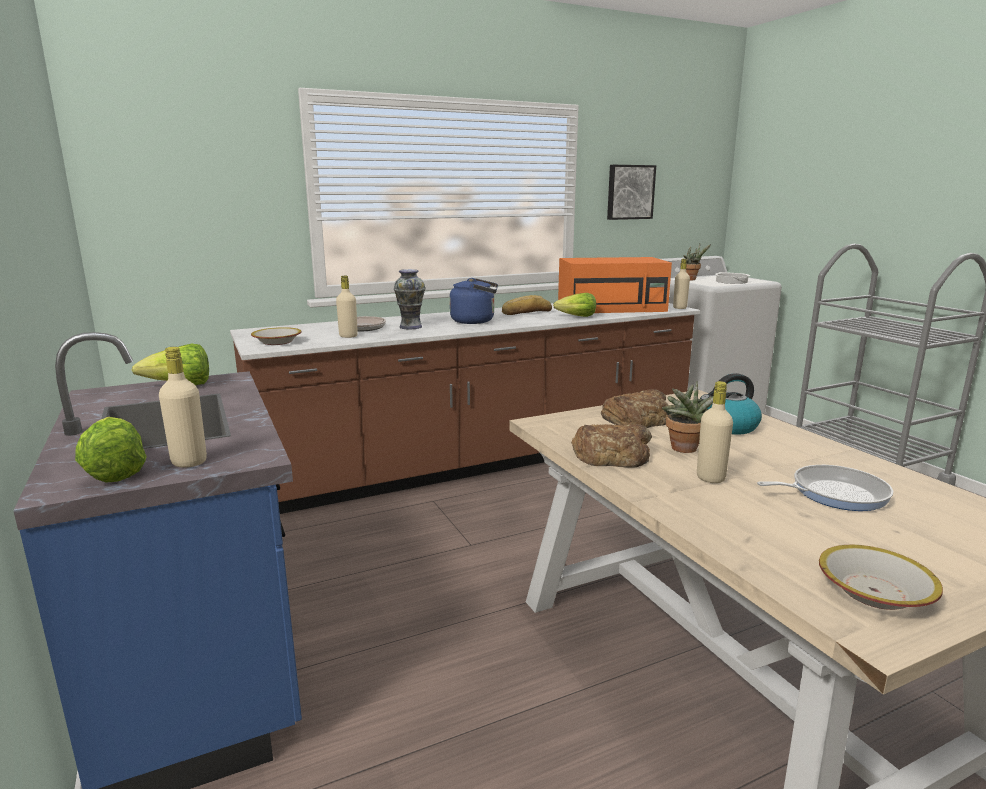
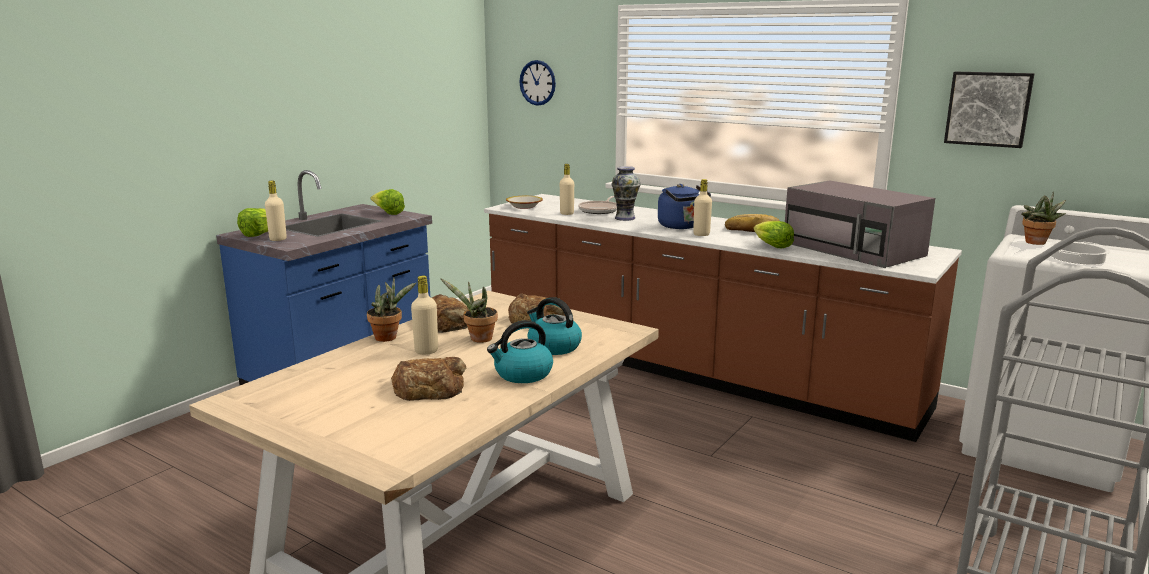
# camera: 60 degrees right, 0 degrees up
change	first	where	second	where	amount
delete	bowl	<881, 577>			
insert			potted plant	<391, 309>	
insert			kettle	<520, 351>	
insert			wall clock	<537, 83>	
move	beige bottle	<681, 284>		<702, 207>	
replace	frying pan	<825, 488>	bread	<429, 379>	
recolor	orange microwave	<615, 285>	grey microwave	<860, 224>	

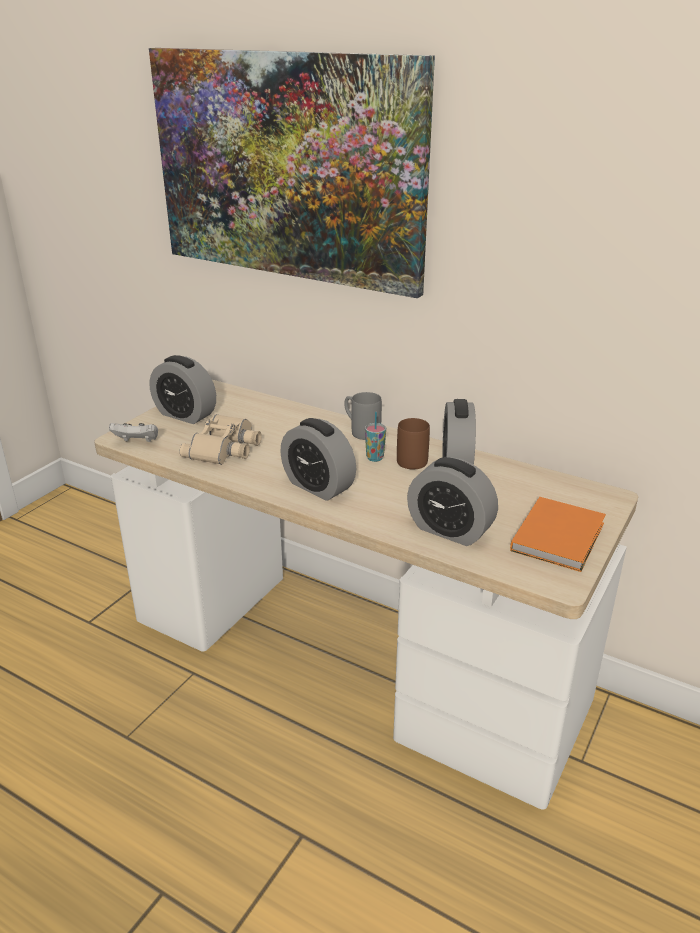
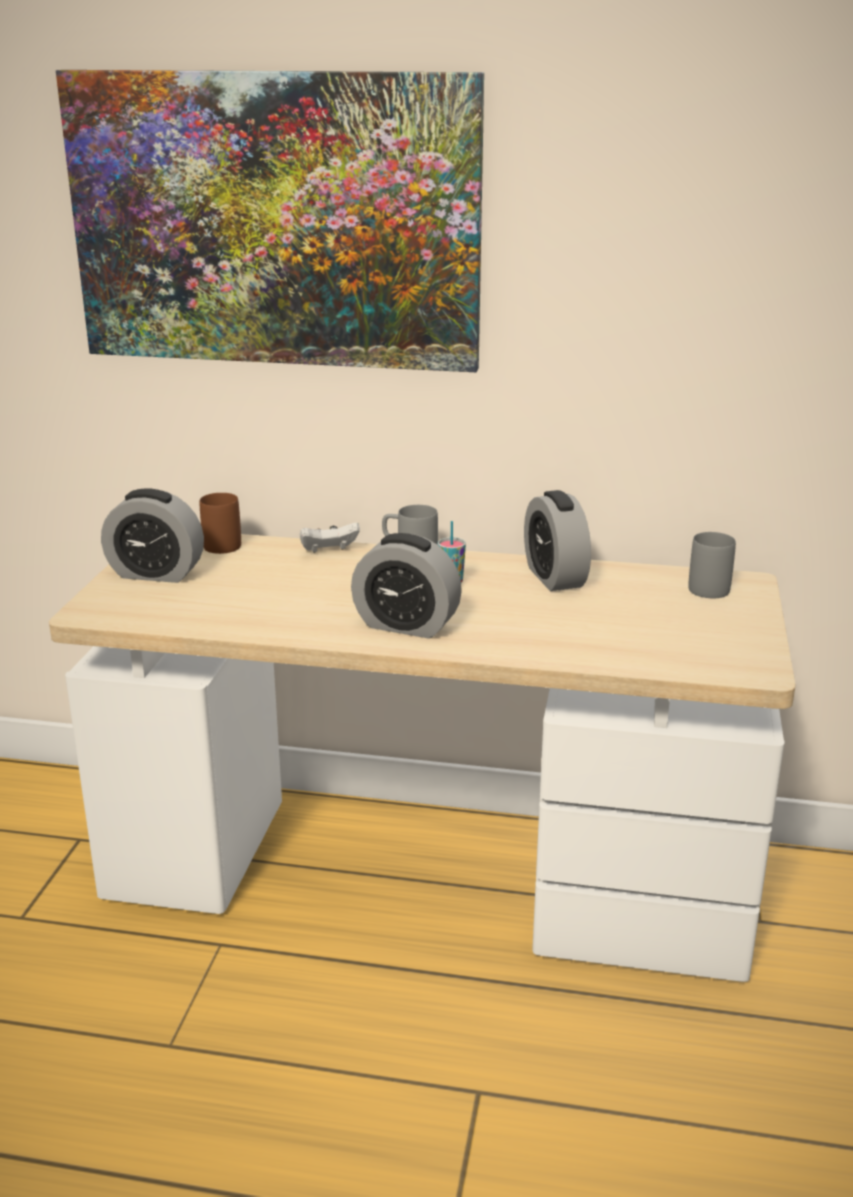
# camera: 20 degrees left, 5 degrees down
change	first	where	second	where	amount
delete	beige binoculars	<220, 439>			
delete	alarm clock	<452, 501>			
delete	orange book	<558, 534>			
insert			grey mug	<712, 565>	
move	white game controller	<133, 432>		<330, 538>	
move	brown mug	<413, 443>		<220, 523>	

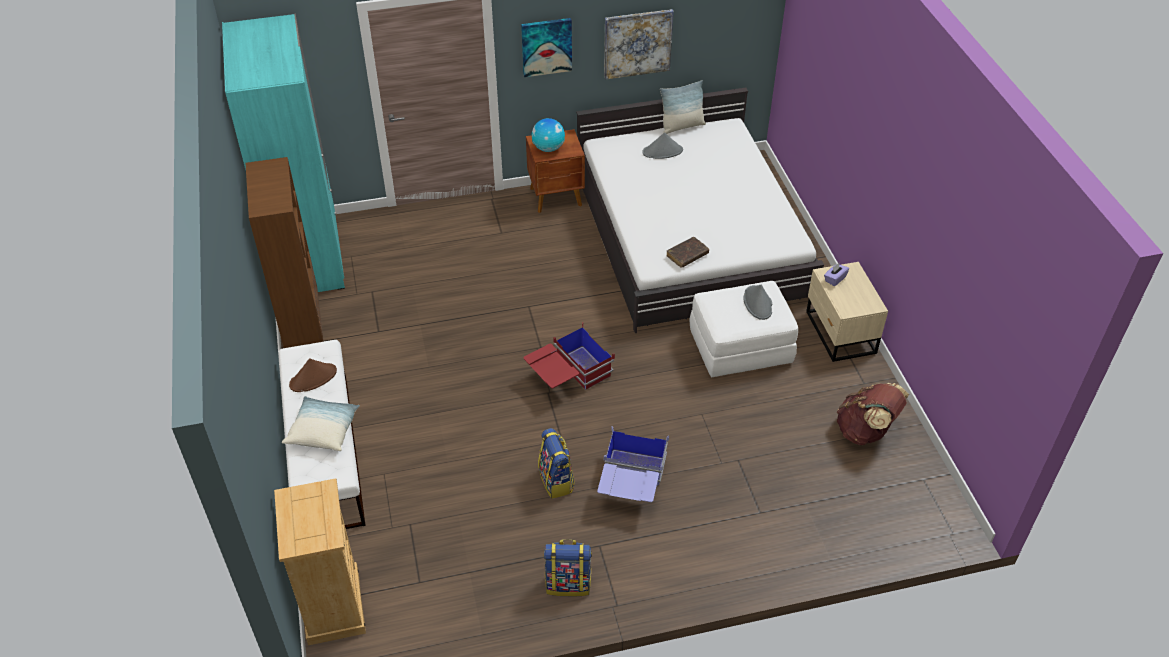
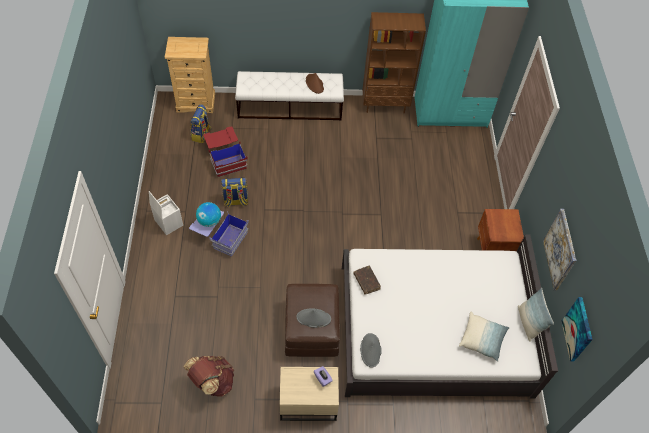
# camera: 100 degrees right, 10 degrees up
change	first	where	second	where	amount
insert			white storage box	<166, 213>	
move	pillow	<321, 423>		<484, 336>	
move	picture	<546, 47>		<577, 329>	
move	red storage box	<569, 356>		<225, 151>	
move	globe	<548, 135>		<208, 214>	
move	backpack	<568, 568>		<201, 124>	
move	grey hat	<662, 145>		<371, 350>	
recolor	white ottoman	<743, 329>	brown ottoman	<312, 320>	

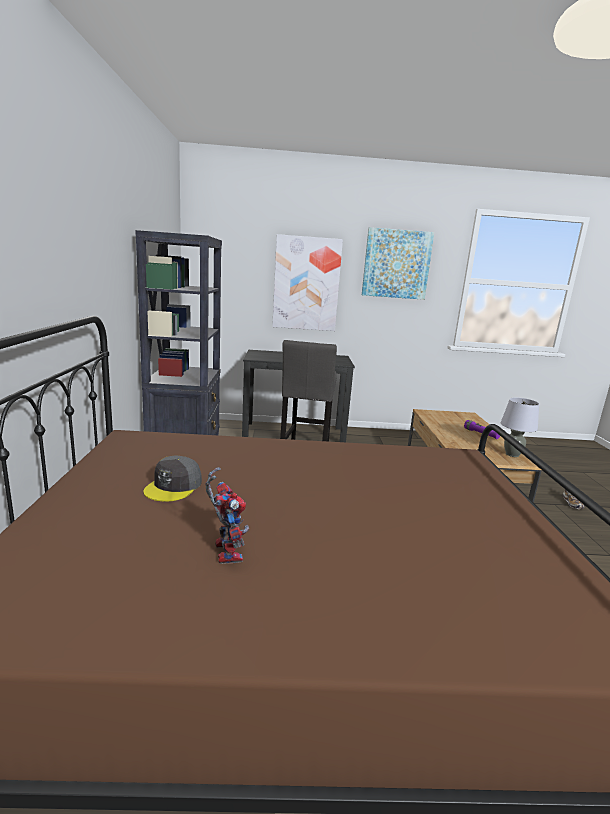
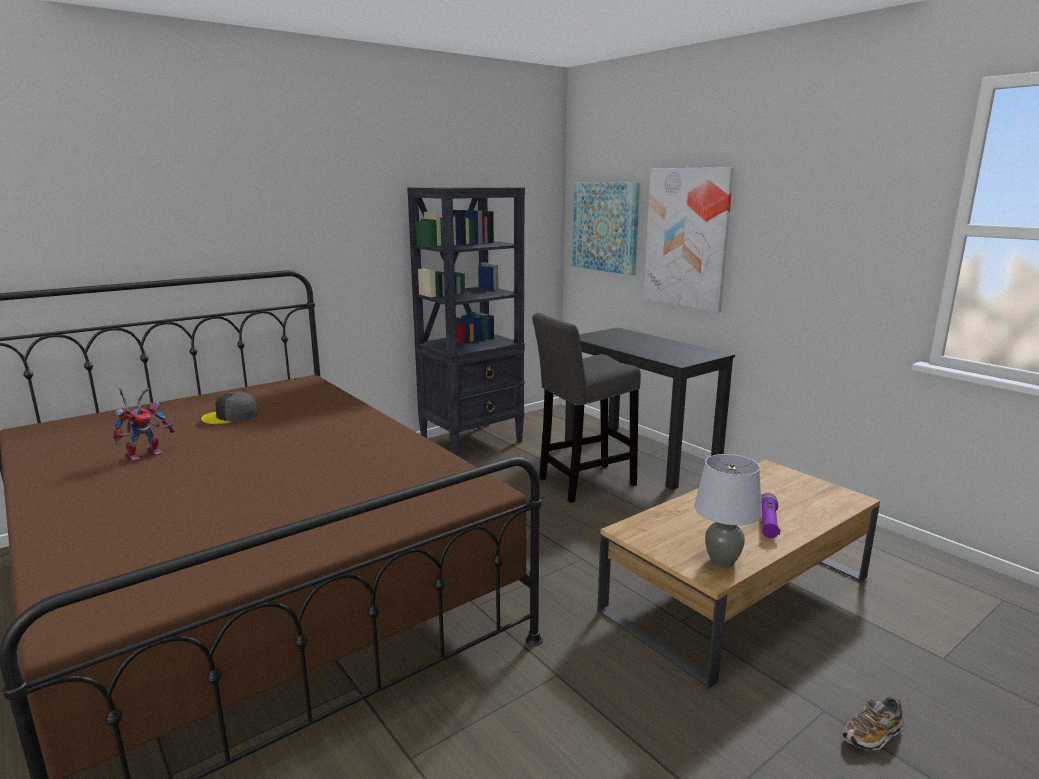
# camera: 55 degrees right, 0 degrees up
change	first	where	second	where	amount
move	picture	<398, 263>		<606, 228>	

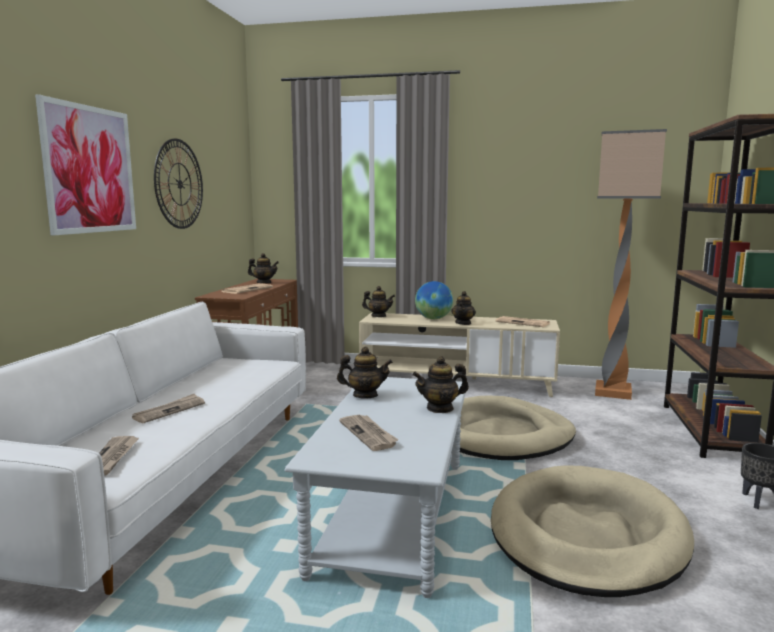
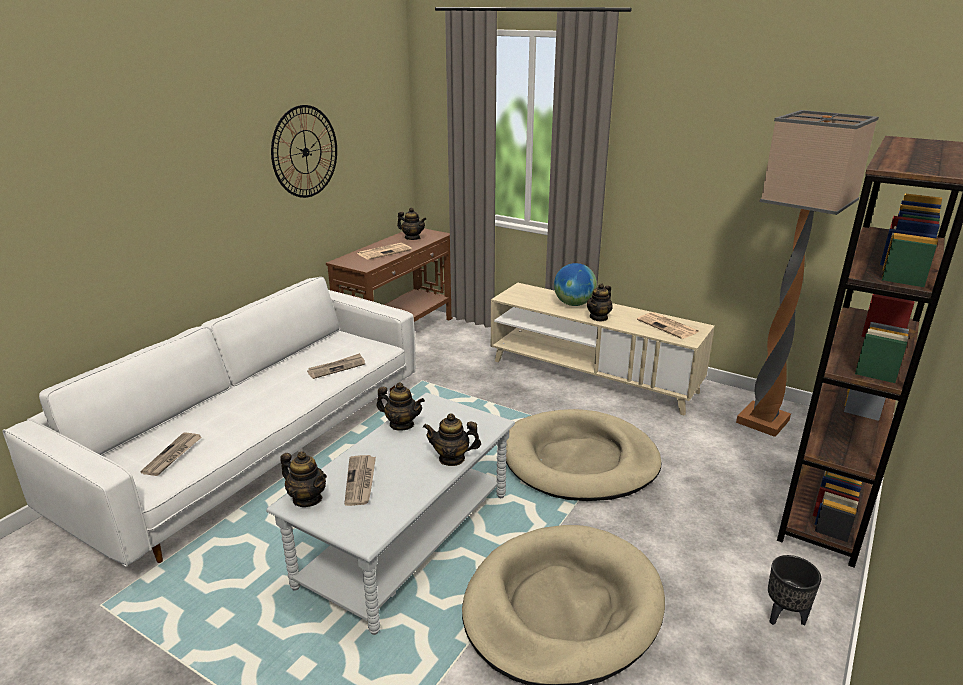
# camera: 20 degrees right, 15 degrees up
change	first	where	second	where	amount
delete	picture	<85, 164>			
move	newspaper	<168, 408>		<336, 366>	
move	teapot	<378, 301>		<303, 479>	

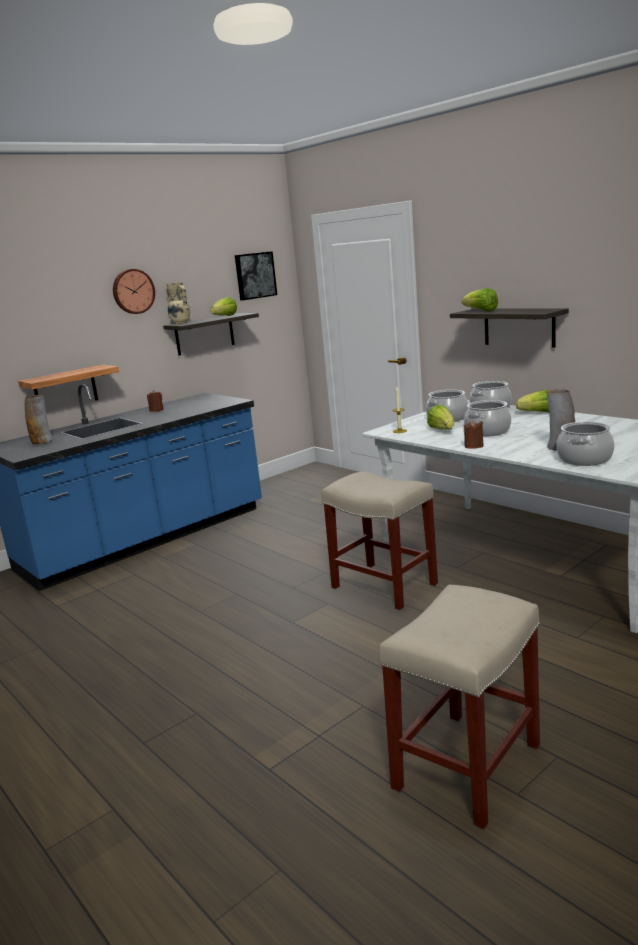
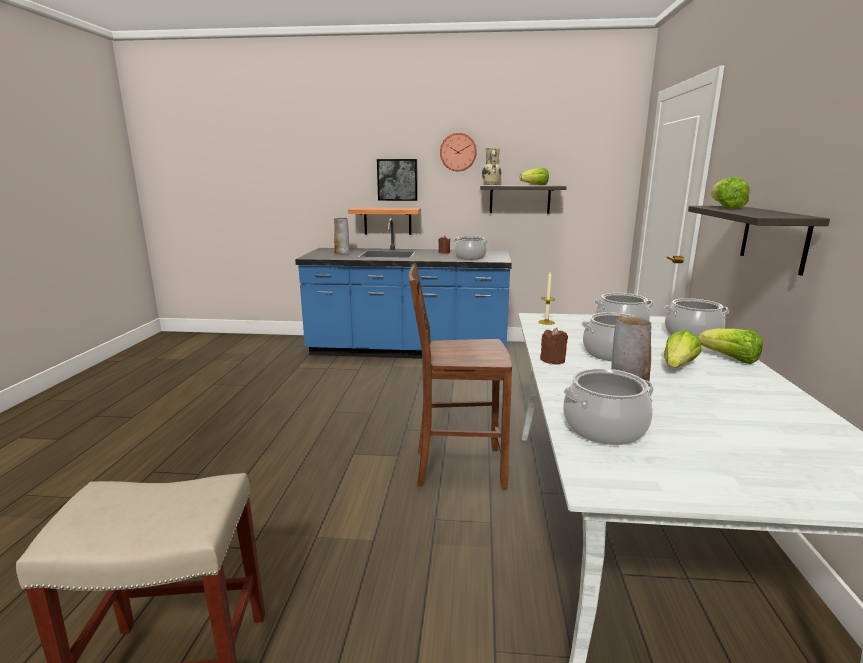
# camera: 45 degrees right, 0 degrees up
change	first	where	second	where	amount
insert			cooking pot	<470, 248>	
move	picture	<256, 275>		<397, 180>	
move	lettuce	<440, 417>		<683, 349>	
replace	beige stool	<380, 540>	brown chair	<460, 376>	

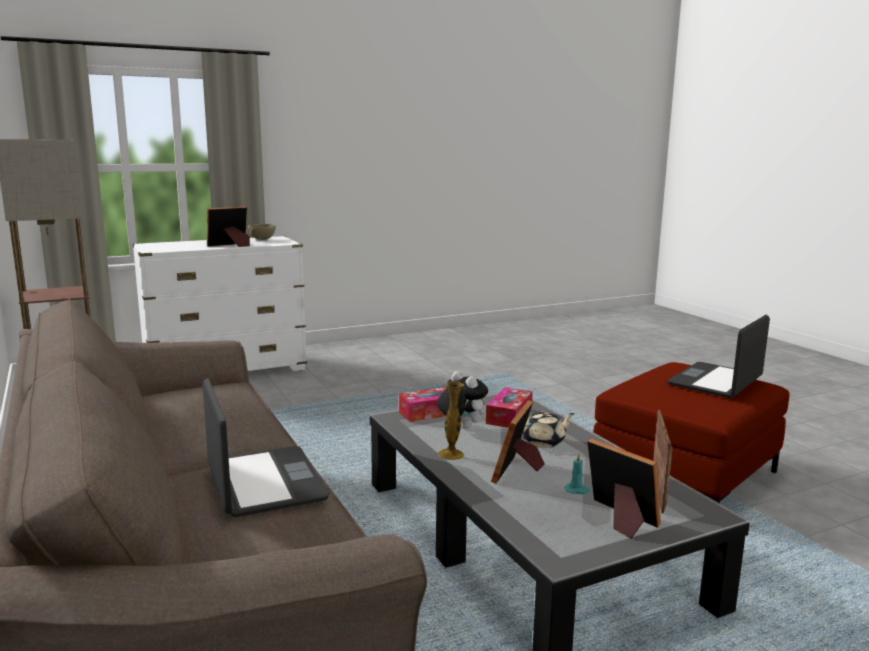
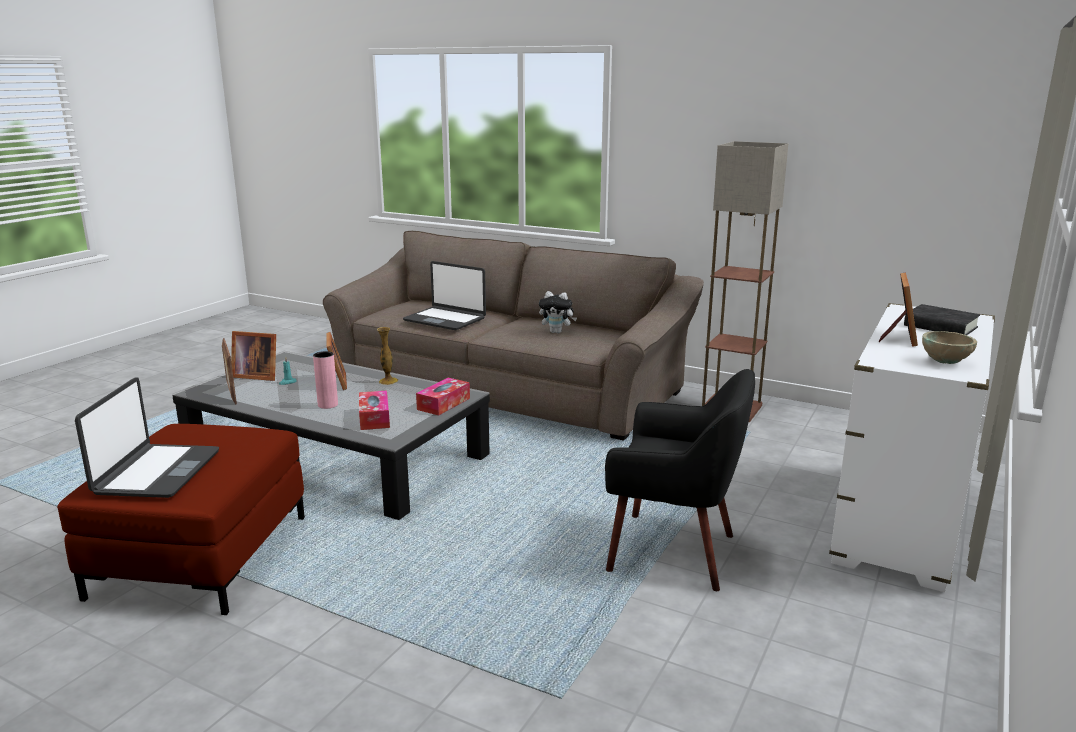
# camera: 145 degrees right, 5 degrees up
change	first	where	second	where	amount
insert			black armchair	<680, 480>	
insert			black book	<942, 319>	
move	plush toy	<462, 400>		<558, 312>	
replace	beige teapot	<548, 429>	pink vase	<325, 380>	

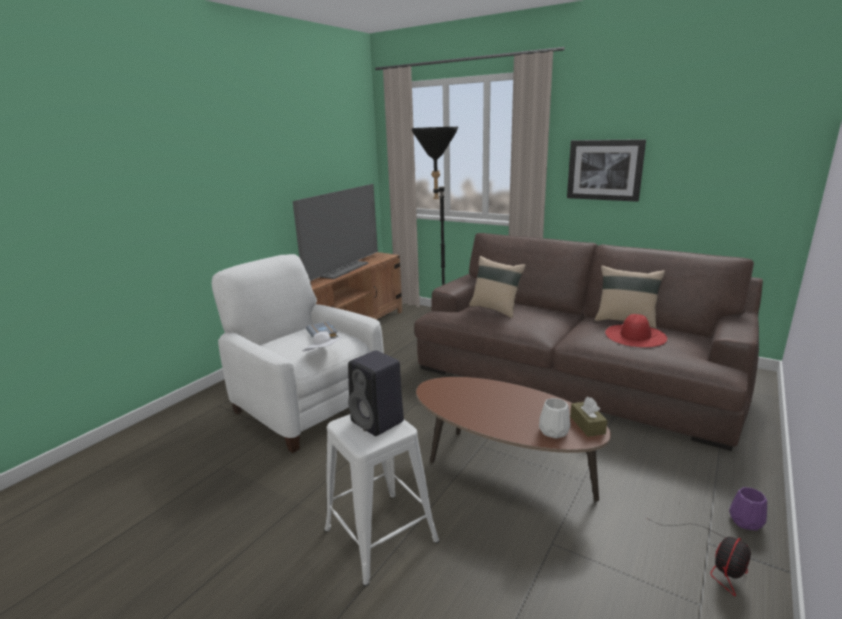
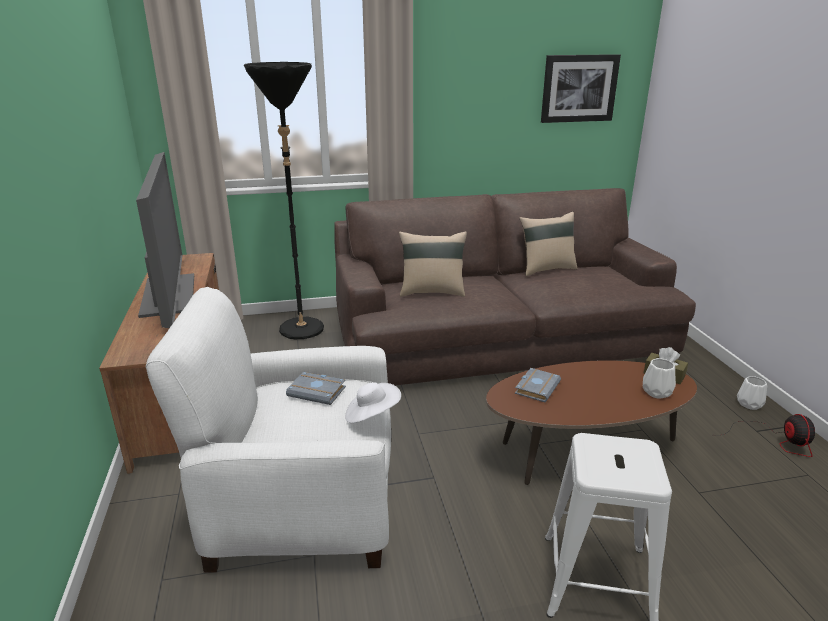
# camera: 45 degrees left, 5 degrees up
change	first	where	second	where	amount
delete	black speaker	<376, 393>			
delete	red hat	<636, 330>			
insert			grey book	<538, 385>	
move	picture	<606, 170>		<581, 88>	
recolor	purple vase	<748, 509>	white vase	<752, 393>	

